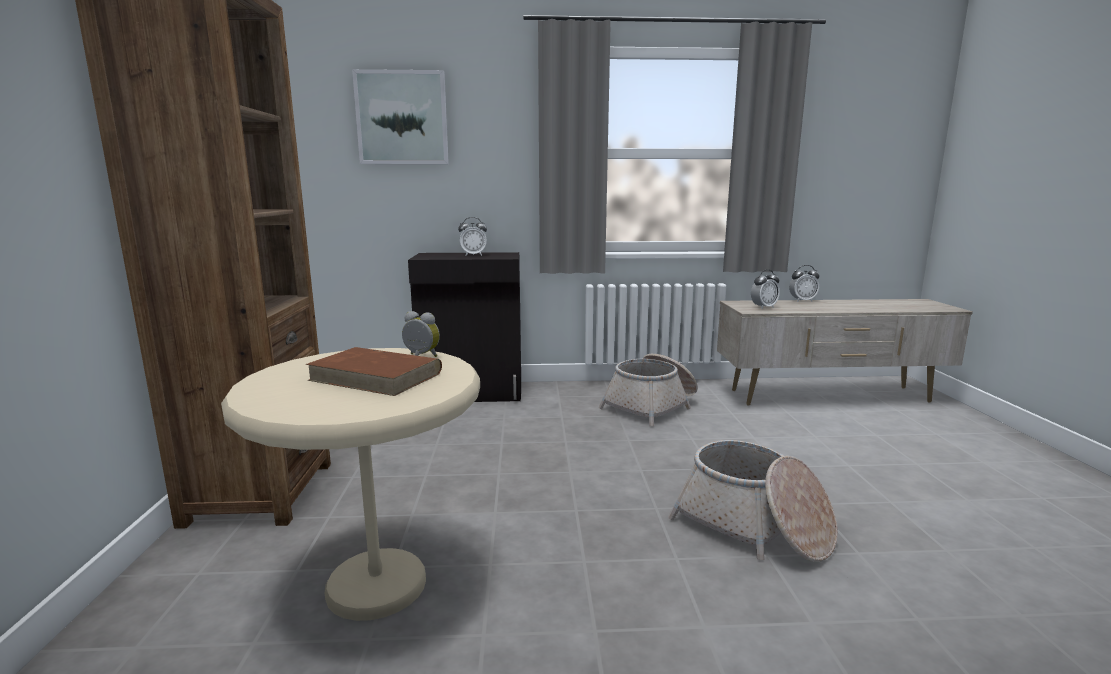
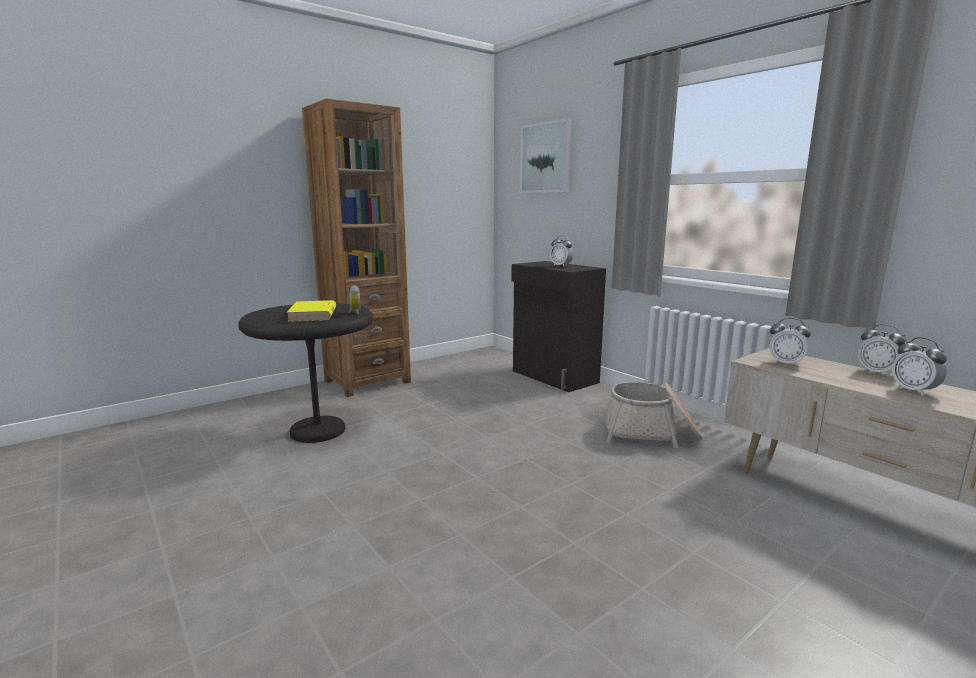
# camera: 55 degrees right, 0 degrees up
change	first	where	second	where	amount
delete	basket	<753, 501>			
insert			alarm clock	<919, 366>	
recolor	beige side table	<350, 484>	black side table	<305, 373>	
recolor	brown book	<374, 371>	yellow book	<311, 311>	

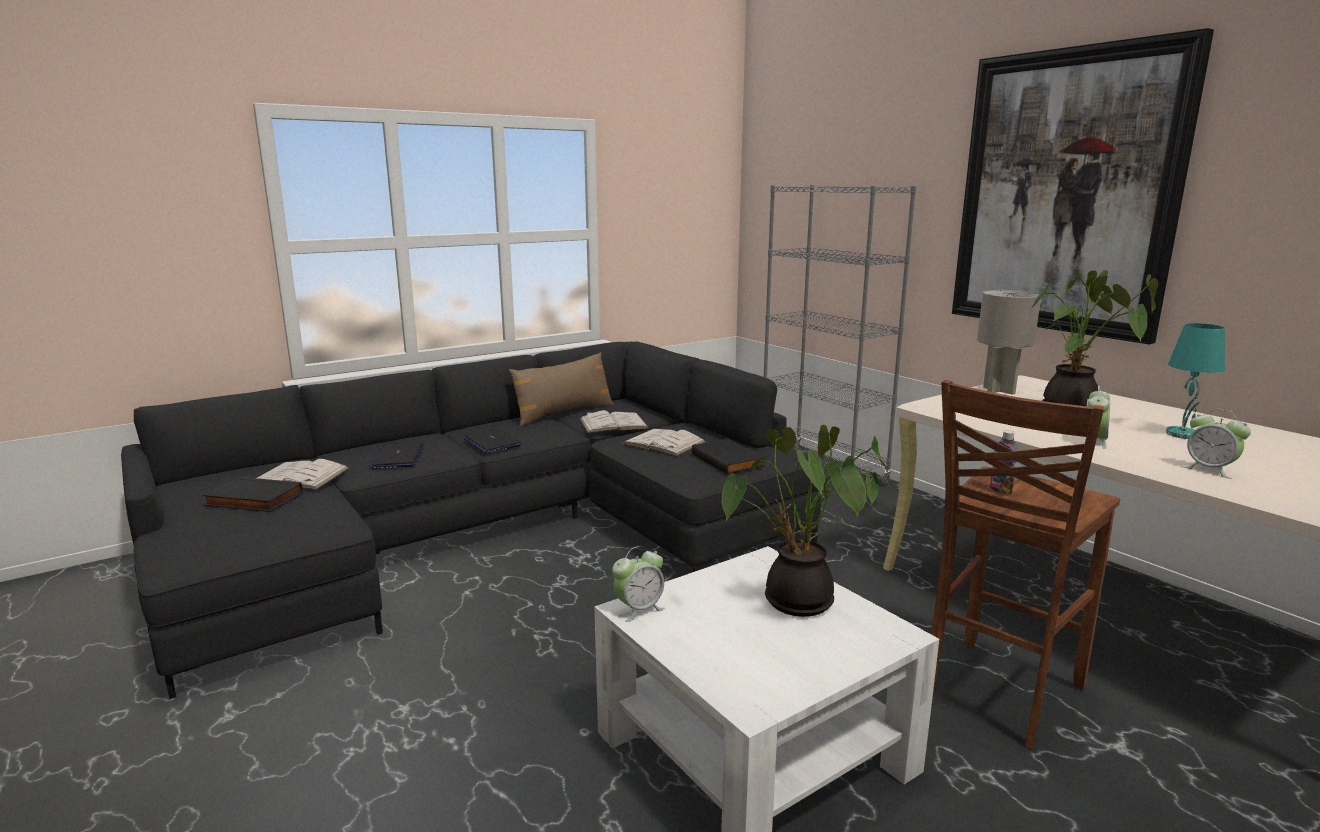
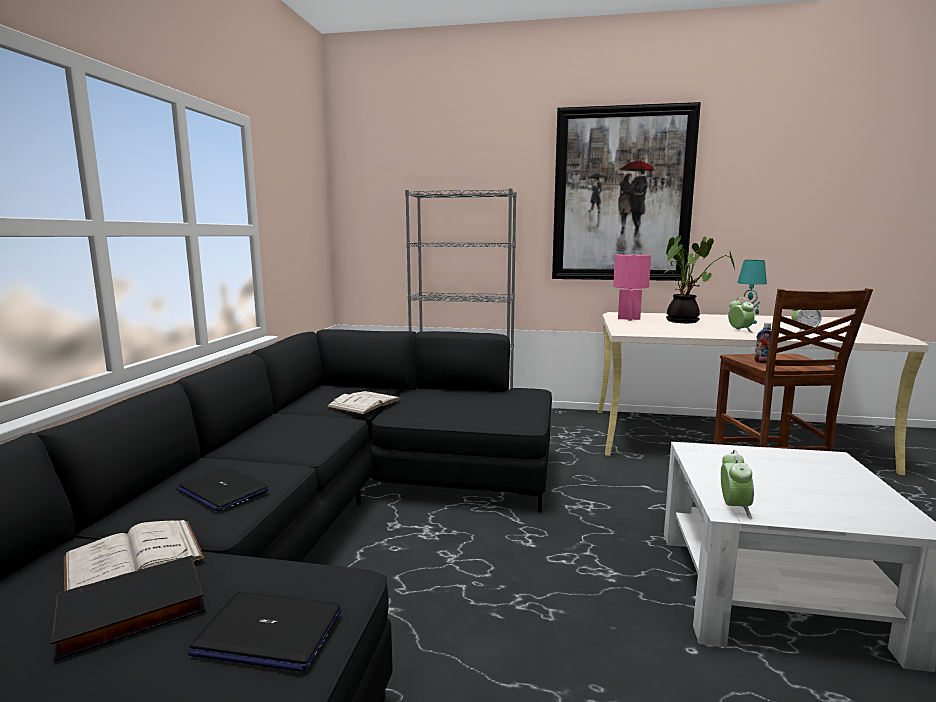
# camera: 45 degrees left, 5 degrees down
change	first	where	second	where	amount
delete	brown pillow	<561, 389>			
delete	white book	<664, 442>			
delete	black book	<728, 456>			
delete	potted plant	<806, 521>			
move	laptop	<492, 440>		<264, 632>	
recolor	grey table lamp	<1009, 342>	pink table lamp	<632, 287>	

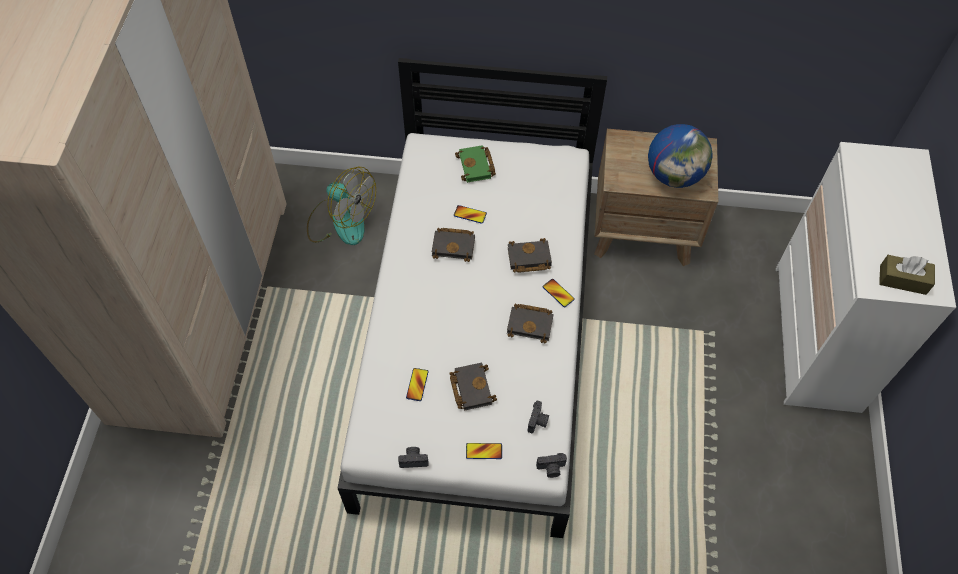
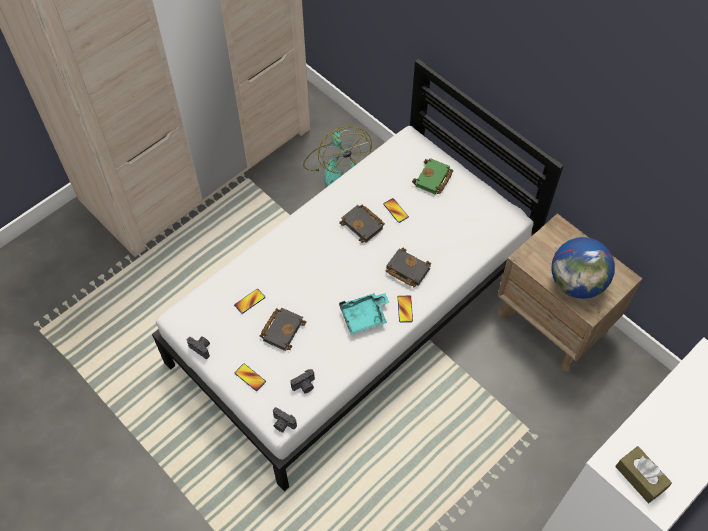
# camera: 40 degrees right, 0 degrees up
change	first	where	second	where	amount
replace	black book	<530, 324>	turquoise tray	<364, 313>	

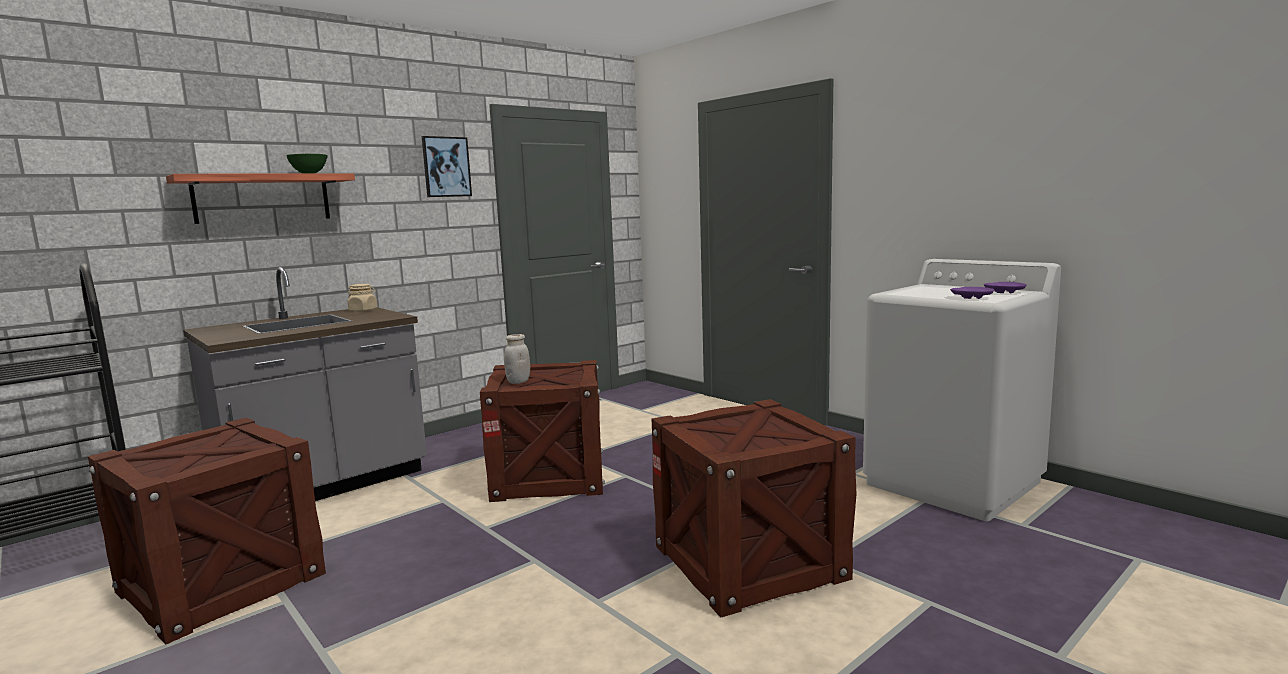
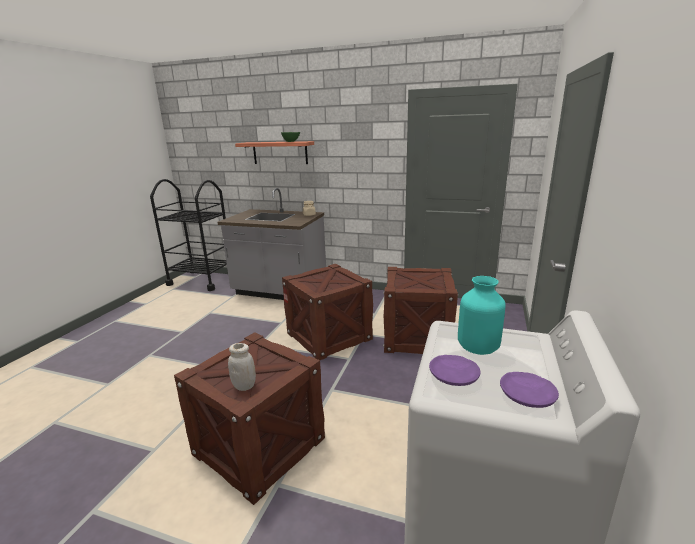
# camera: 60 degrees right, 10 degrees up
change	first	where	second	where	amount
delete	picture	<447, 166>			
insert			turquoise vase	<482, 315>	
move	crate	<207, 531>		<420, 310>	
move	white jar	<517, 359>		<242, 367>	

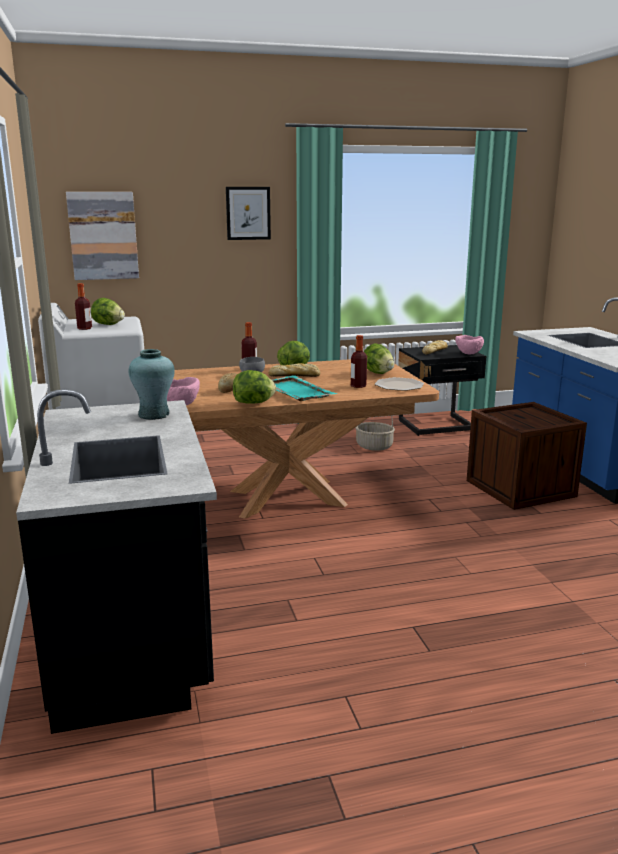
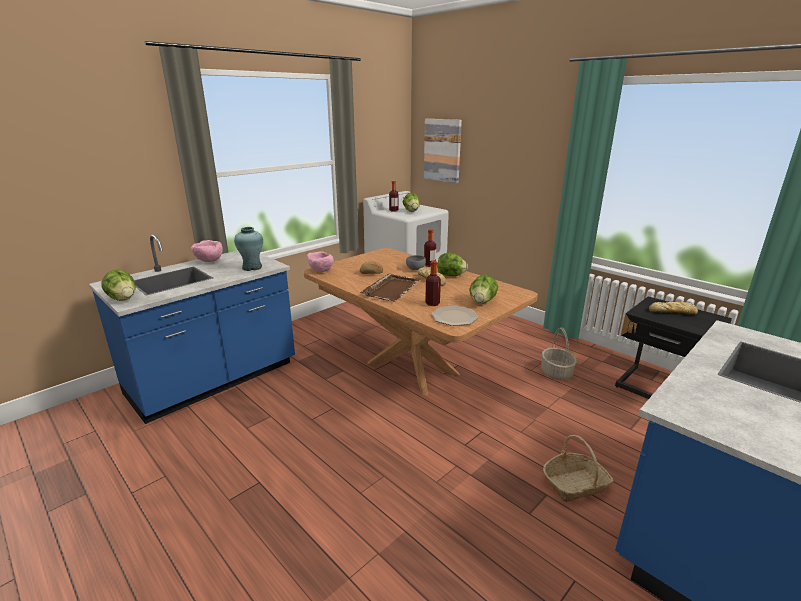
# camera: 60 degrees right, 5 degrees up
change	first	where	second	where	amount
delete	picture	<248, 213>			
move	lettuce	<254, 387>		<119, 285>	
move	pink bowl	<469, 344>		<207, 251>	
replace	crate	<527, 456>	basket	<578, 468>	
recolor	black counter	<116, 561>	blue counter	<192, 329>	
recolor	turquoise tray	<304, 388>	brown tray	<390, 287>	

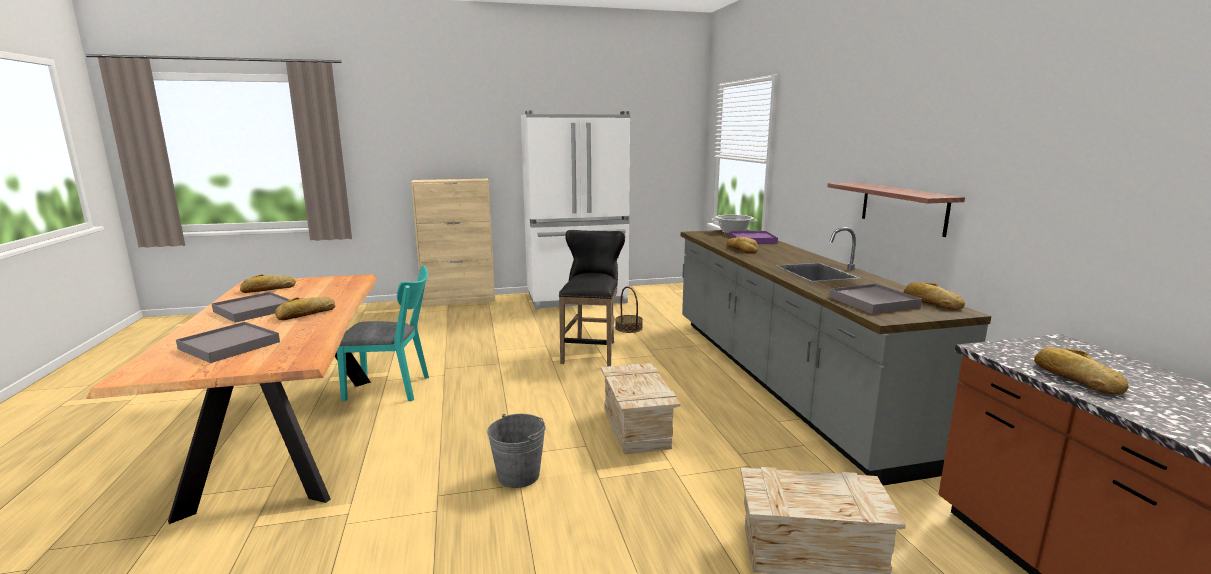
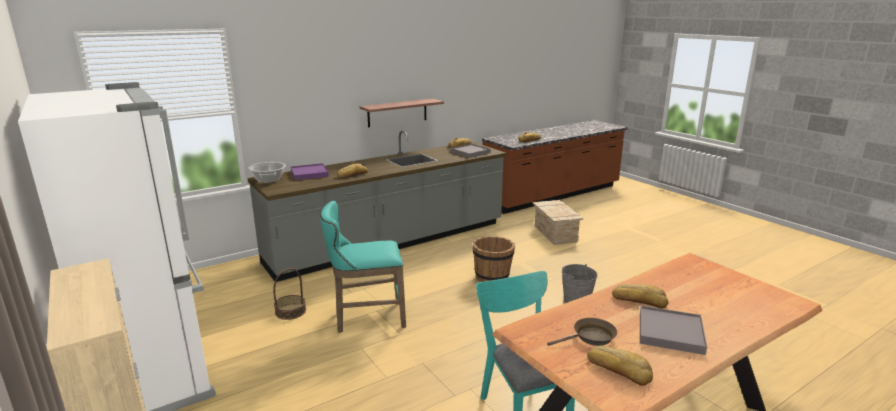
# camera: 110 degrees left, 5 degrees up
change	first	where	second	where	amount
delete	grey tray	<228, 342>			
insert			brown frying pan	<582, 332>	
replace	crate	<640, 408>	brown bucket	<493, 259>	
recolor	black stool	<592, 298>	turquoise stool	<363, 266>	

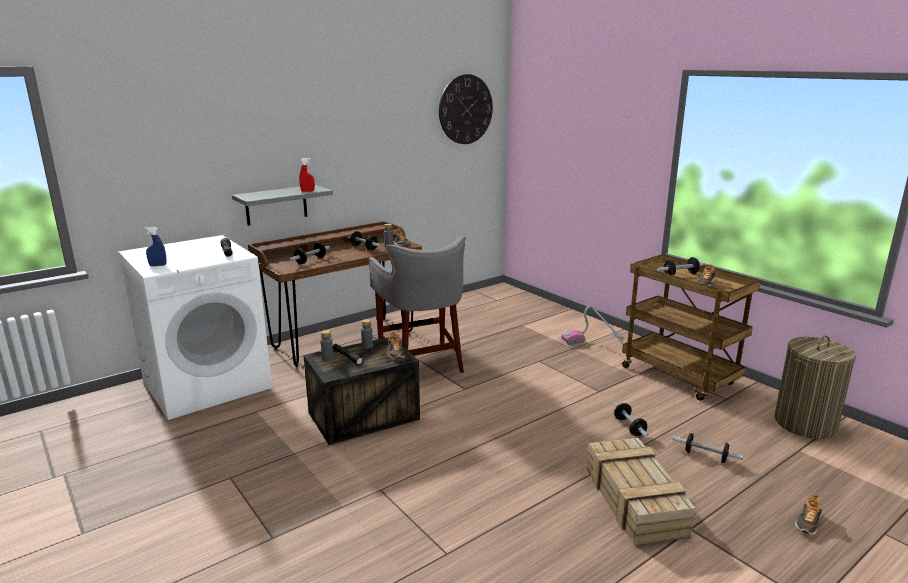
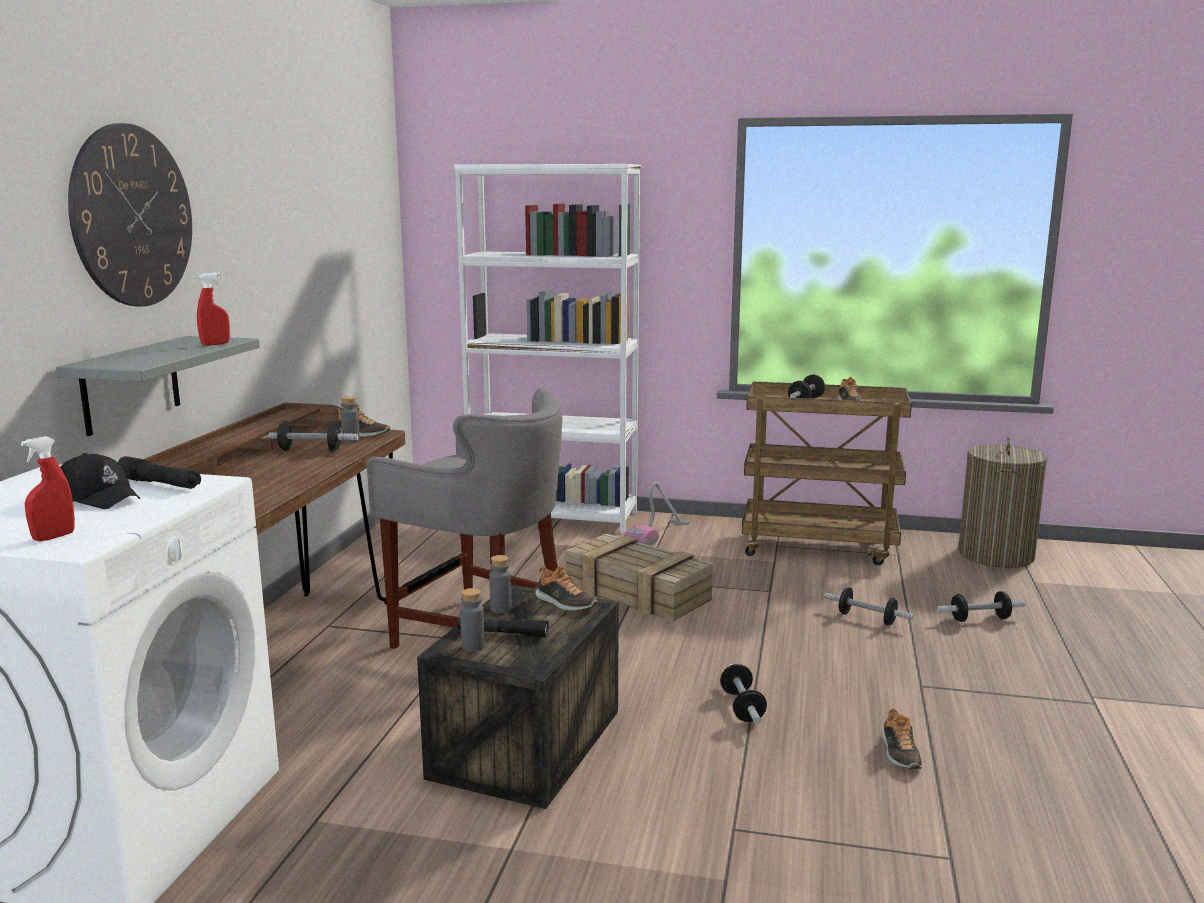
# camera: 40 degrees left, 5 degrees down
change	first	where	second	where	amount
insert			black cap	<100, 481>	
insert			white bookcase	<547, 348>	
move	dumbbell	<309, 253>		<743, 694>	
move	wall clock	<466, 109>		<130, 214>	
move	crate	<641, 491>		<639, 577>	
move	shoe	<808, 515>		<902, 738>	
recolor	blue spray bottle	<155, 246>	red spray bottle	<48, 488>	

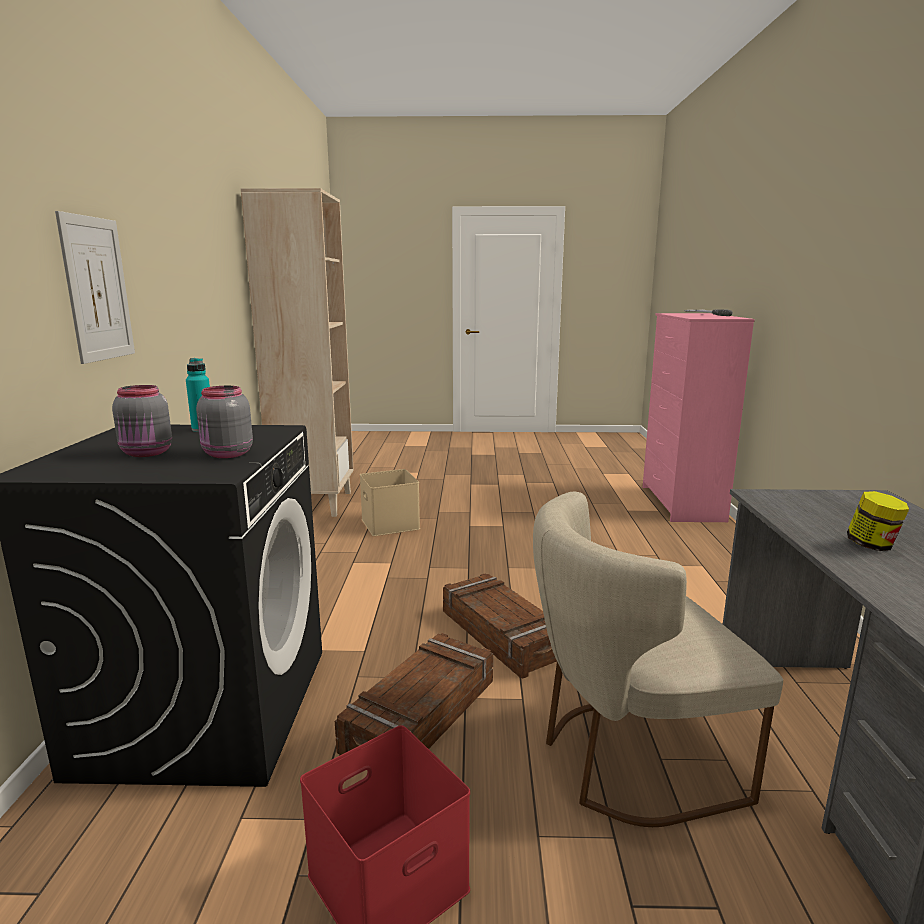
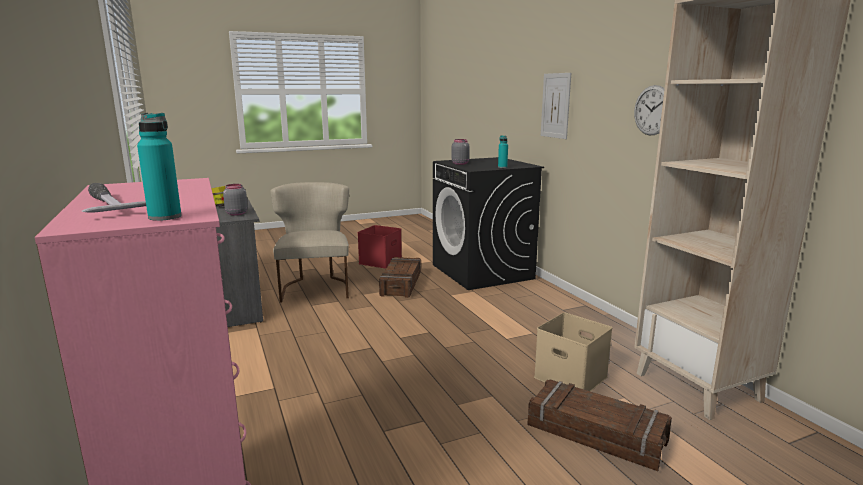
# camera: 155 degrees right, 0 degrees up
change	first	where	second	where	amount
insert			turquoise bottle	<159, 167>	
insert			wall clock	<649, 110>	
move	grey jar	<142, 421>		<235, 199>	
move	crate	<500, 626>		<599, 425>	
rotate	beige chair	<658, 659>		<309, 242>	60 degrees counterclockwise

